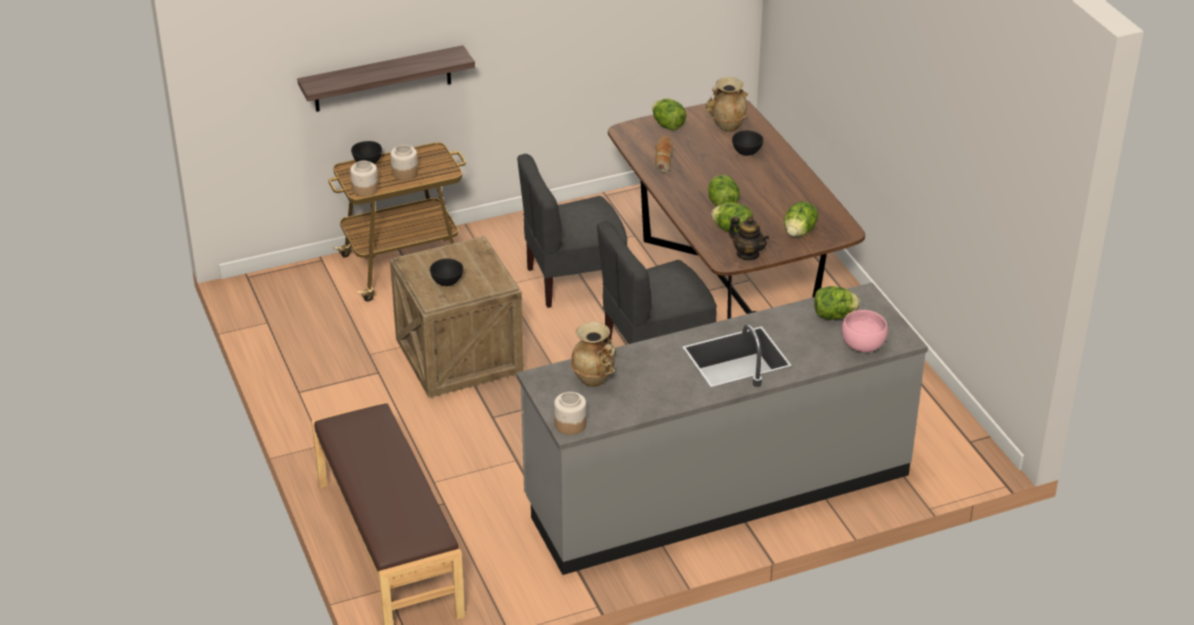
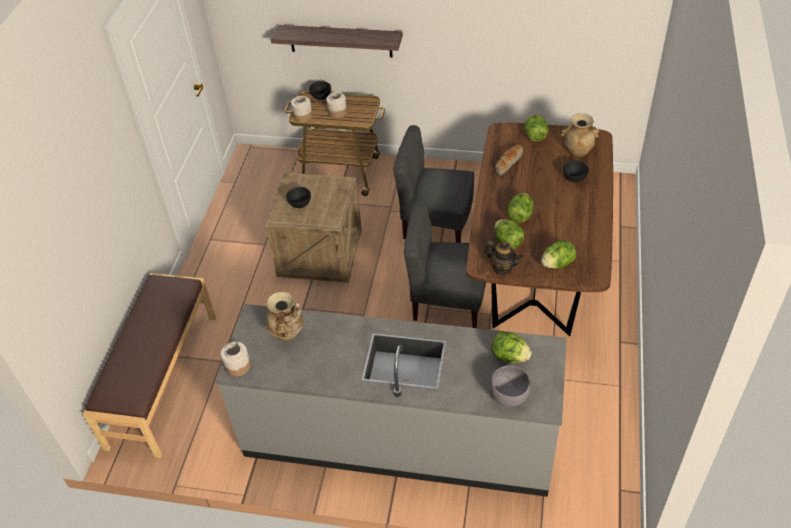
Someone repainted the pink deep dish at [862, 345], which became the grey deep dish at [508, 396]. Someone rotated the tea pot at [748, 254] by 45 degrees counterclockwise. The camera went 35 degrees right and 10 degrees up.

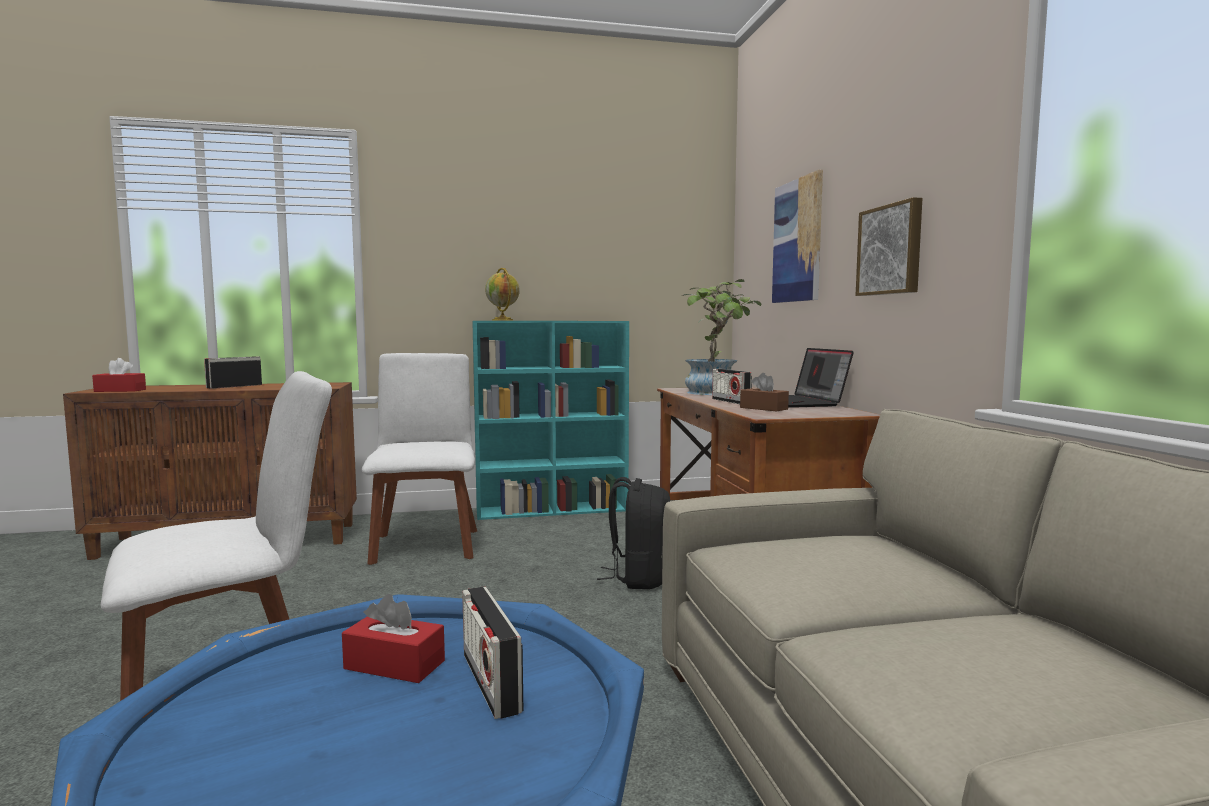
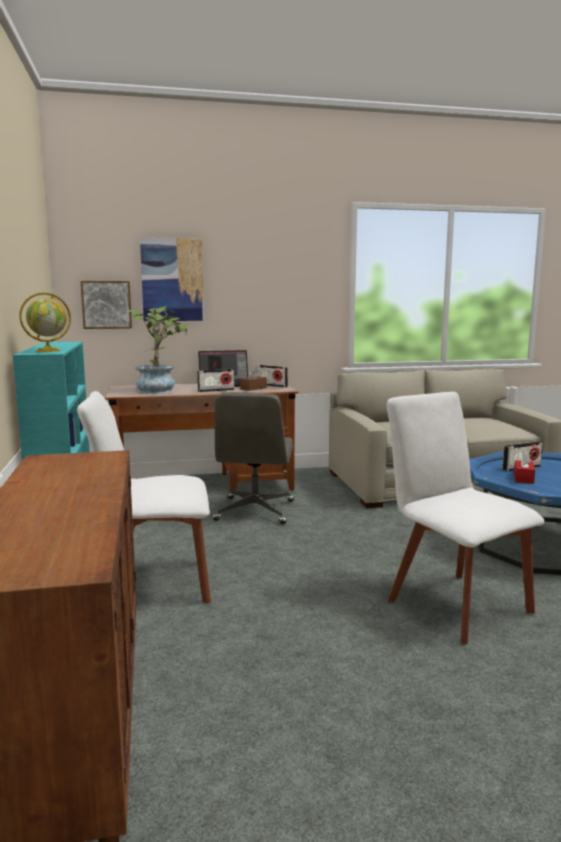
Someone took away the reddish tissue holder at [120, 390]. Someone carried the radio from [234, 386] to [272, 385]. Someone carried the picture from [891, 250] to [106, 304]. Someone swapped the black backpack at [639, 578] for the grey computer chair at [255, 511]. The camera went 90 degrees left and 5 degrees up.

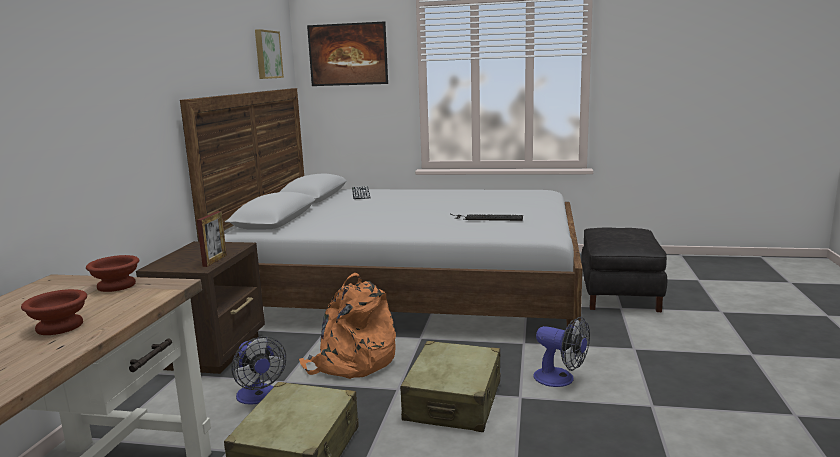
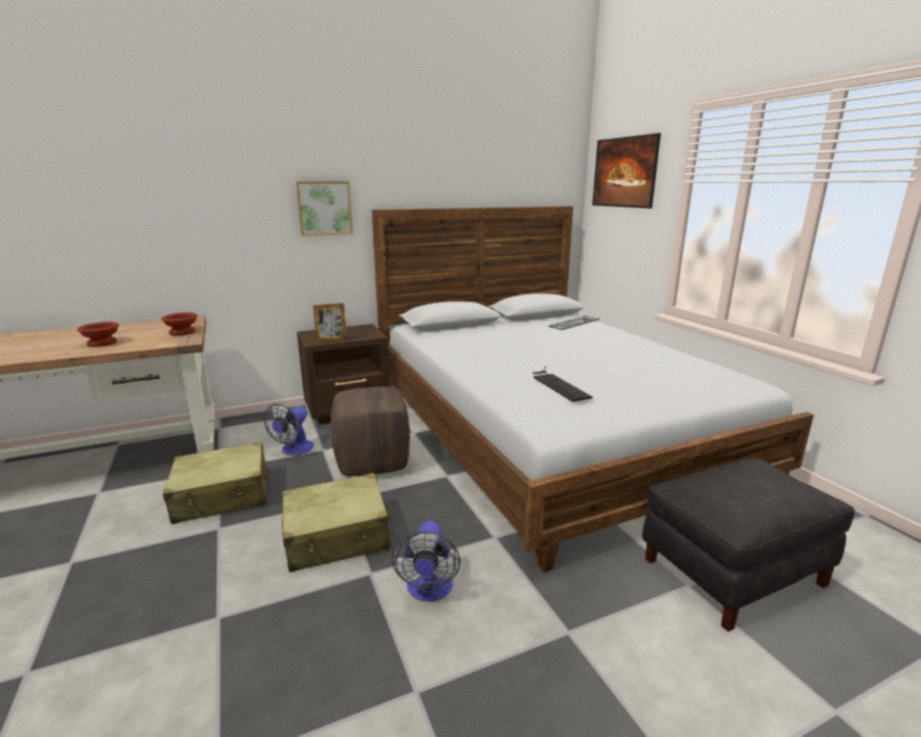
Someone carried the picture from [267, 54] to [324, 208]. Someone swapped the orange-coloured backpack at [352, 362] for the brownish footrest at [373, 463]. The camera went 55 degrees right and 5 degrees up.

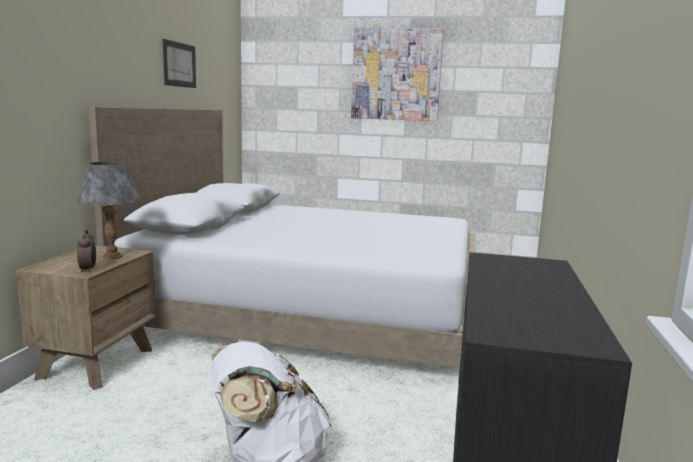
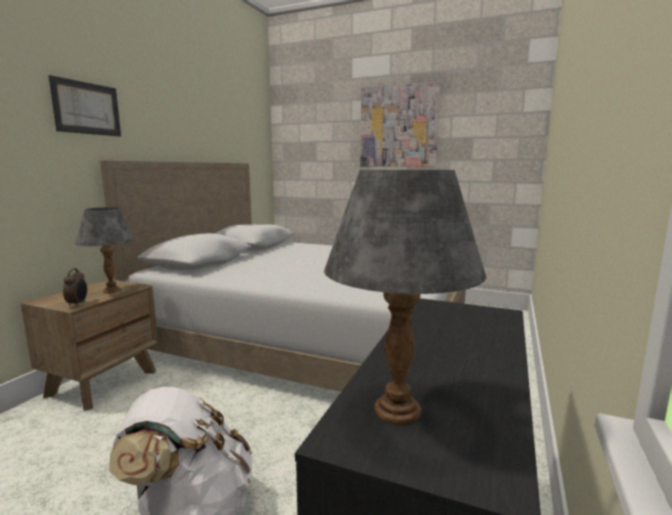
Someone put down the grey lamp for a table at [398, 409]. Someone carried the picture from [179, 64] to [87, 108]. The camera went 10 degrees right and 0 degrees up.

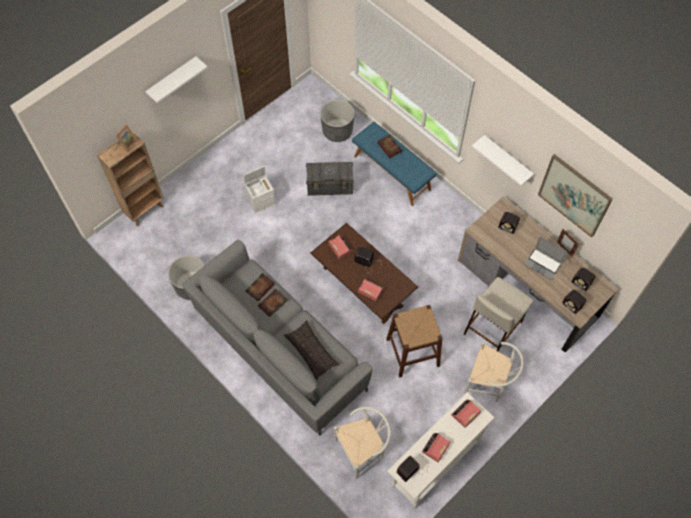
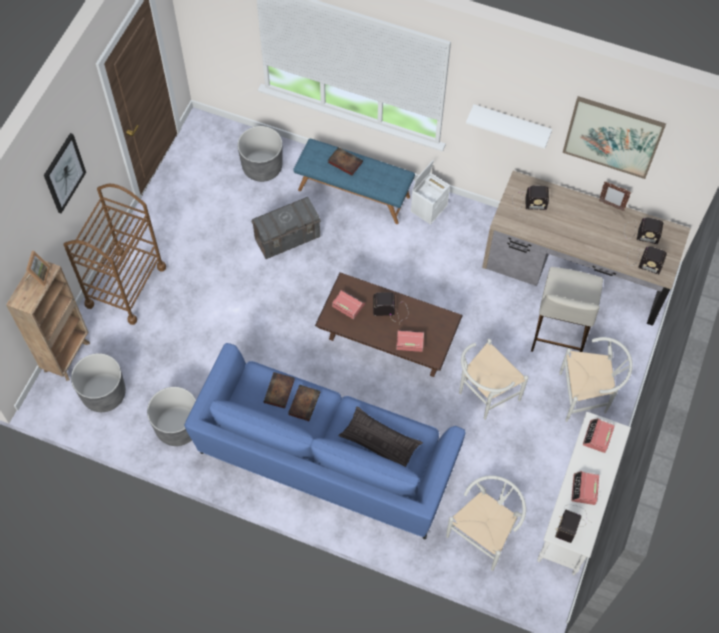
Someone took away the laptop at [543, 264]. Someone put down the brownish trolley at [126, 286]. Someone put down the grey plant pot at [104, 394]. Someone carried the white storage container from [261, 201] to [429, 207]. Someone swapped the white bracket shelf at [172, 80] for the picture at [64, 173]. Someone swapped the brownish stool at [412, 352] for the white plain chair at [483, 396]. Someone repainted the grey sofa at [279, 350], which became the blue-coloured sofa at [326, 459]. The camera went 25 degrees left and 0 degrees up.

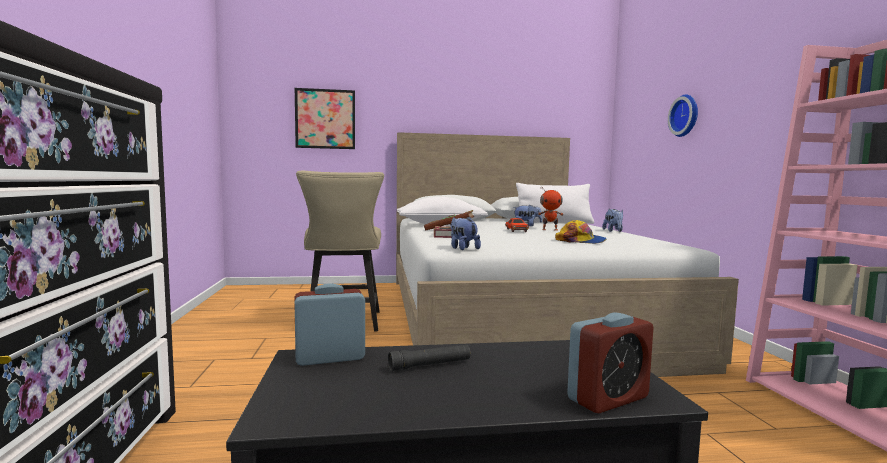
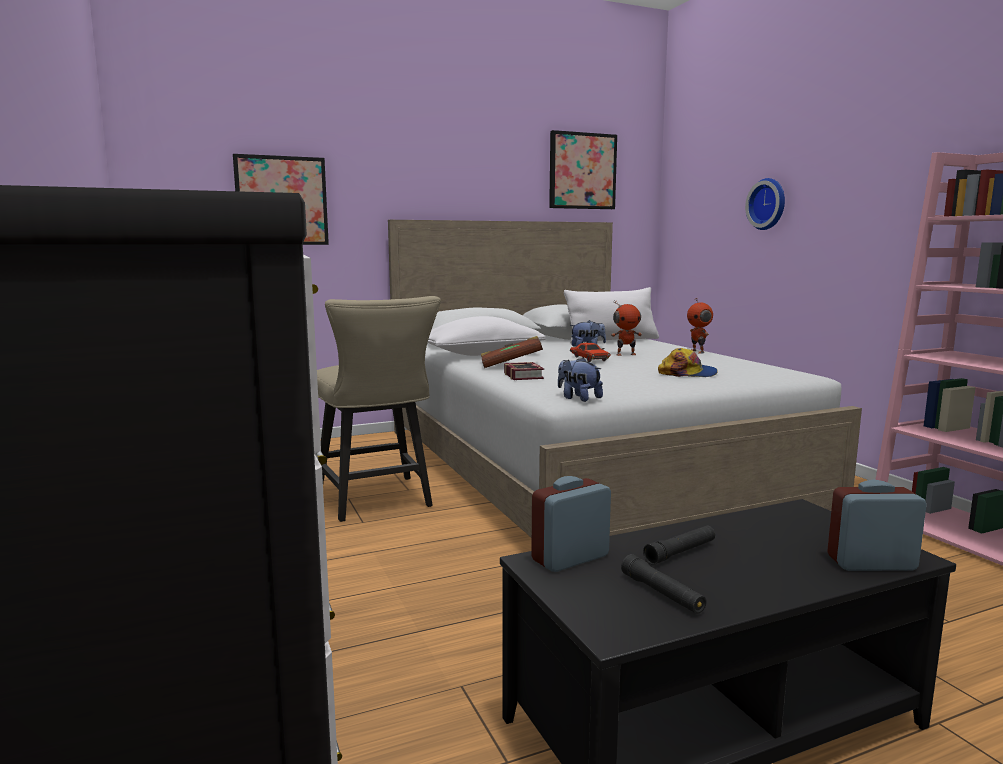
Someone put up the picture at [582, 171]. Someone put down the black torch at [662, 593]. Someone swapped the cuddly toy at [613, 231] for the model robot at [698, 351]. Someone rotated the alarm clock at [608, 398] by 135 degrees counterclockwise. The camera went 15 degrees left and 5 degrees up.

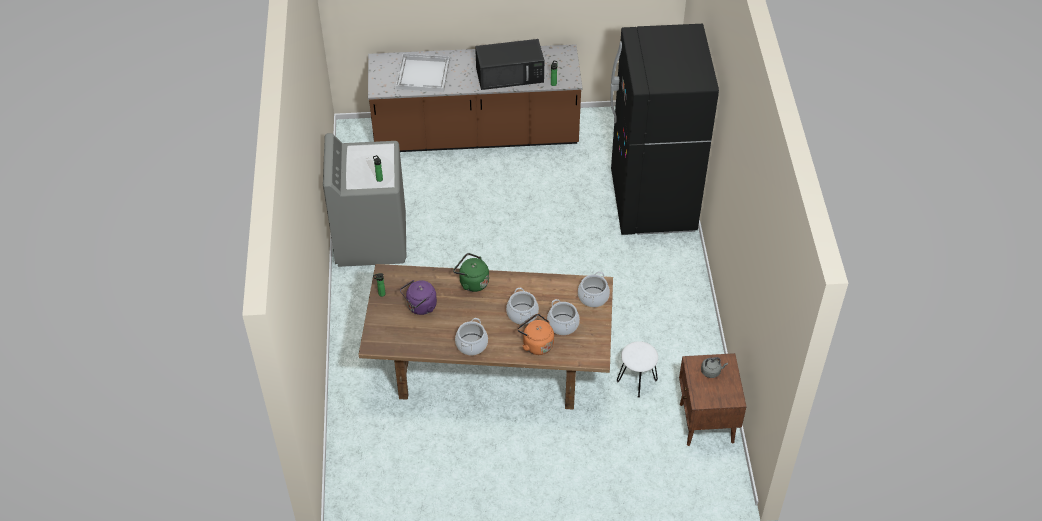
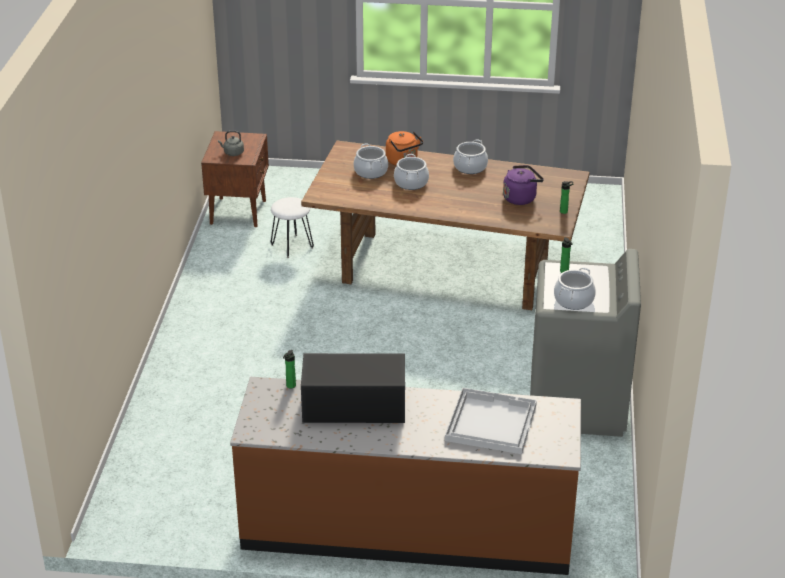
Someone took away the green tea kettle at [472, 282]. Someone took away the black fridge at [653, 202]. Someone carried the saucepot from [593, 297] to [574, 300]. The camera went 170 degrees left and 15 degrees down.

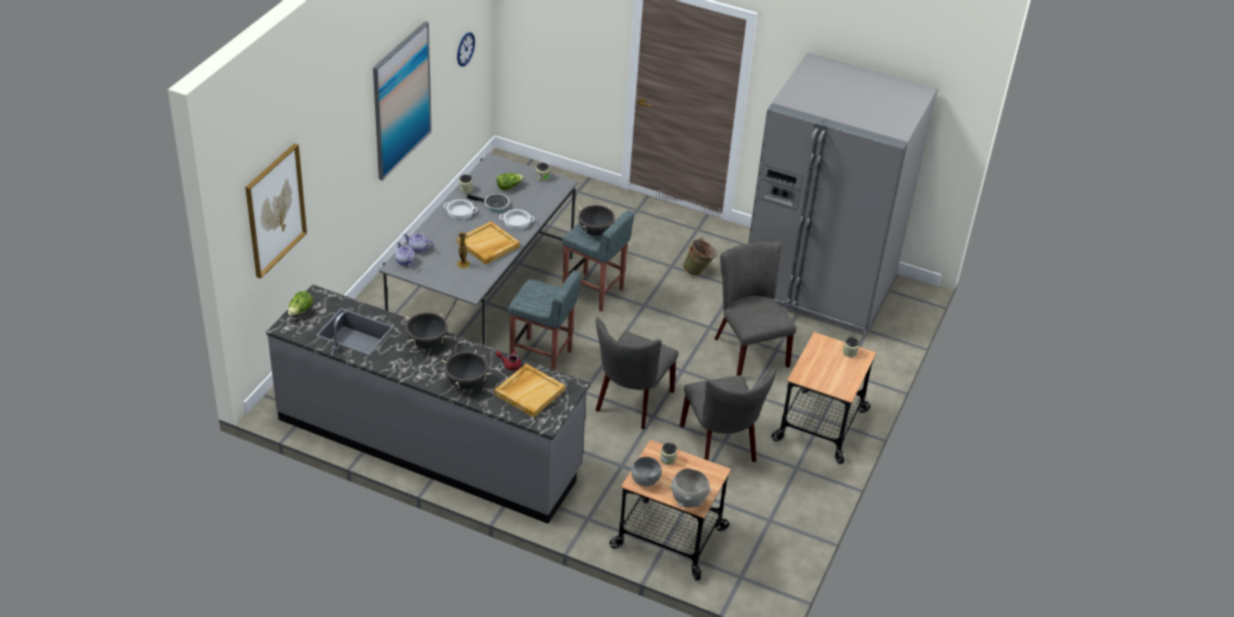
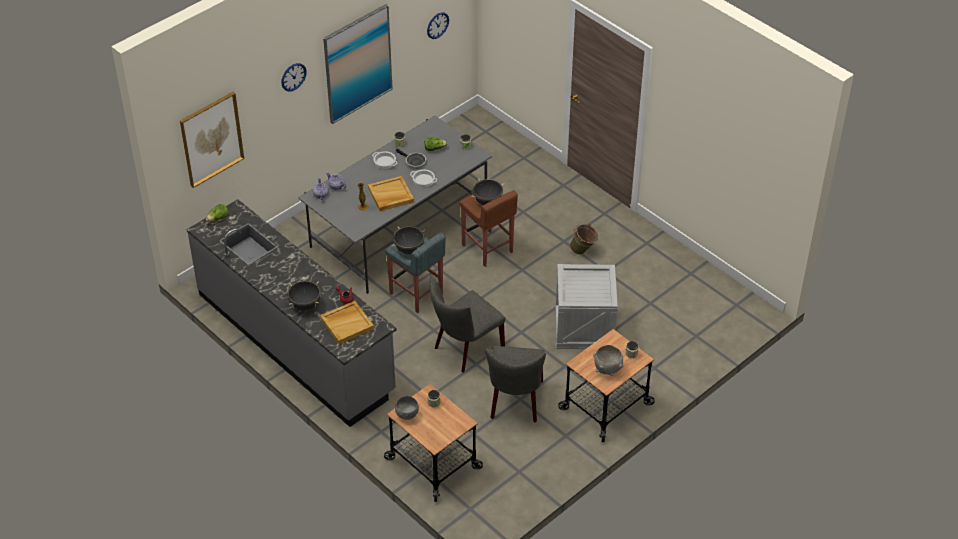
Someone took away the grey fridge at [819, 286]. Someone put up the wall clock at [293, 77]. Someone carried the black saucepot from [427, 343] to [409, 249]. Someone carried the grey deep dish from [688, 500] to [607, 369]. Someone swapped the grey plain chair at [747, 349] for the packing crate at [585, 327]. Someone repainted the grey stool at [593, 292], which became the brownish stool at [487, 249]. The camera went 25 degrees right and 5 degrees up.

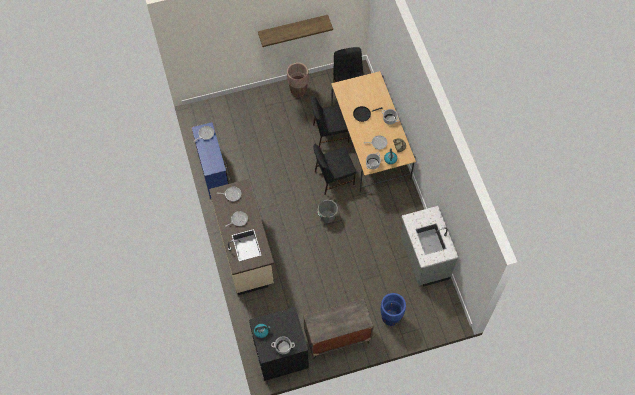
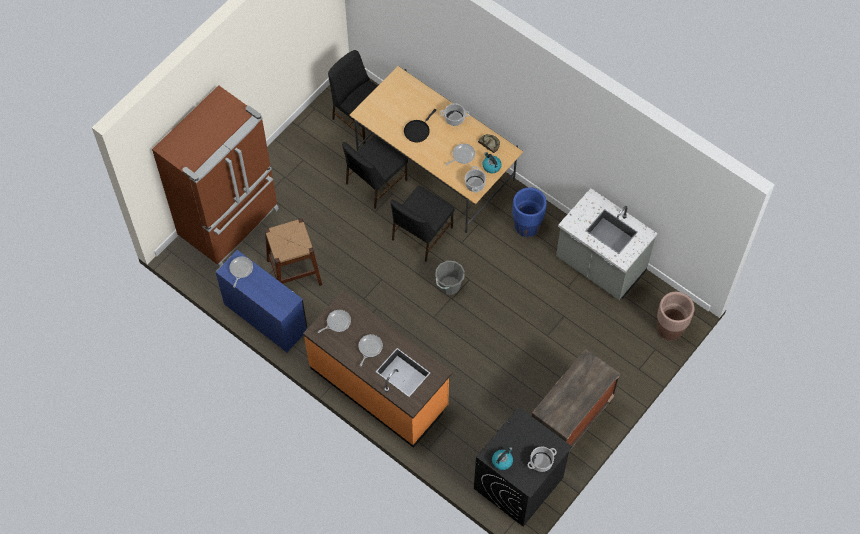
Someone took away the bracket shelf at [293, 27]. Someone put down the brownish fridge at [230, 223]. Someone put down the brownish stool at [294, 272]. Someone carried the brownish plant pot from [298, 91] to [669, 330]. Someone carried the blue-coloured plant pot from [391, 318] to [527, 227]. Someone repainted the beige-coloured kitchen counter at [245, 249], which became the orange-coloured kitchen counter at [379, 387]. The camera went 35 degrees left and 0 degrees up.

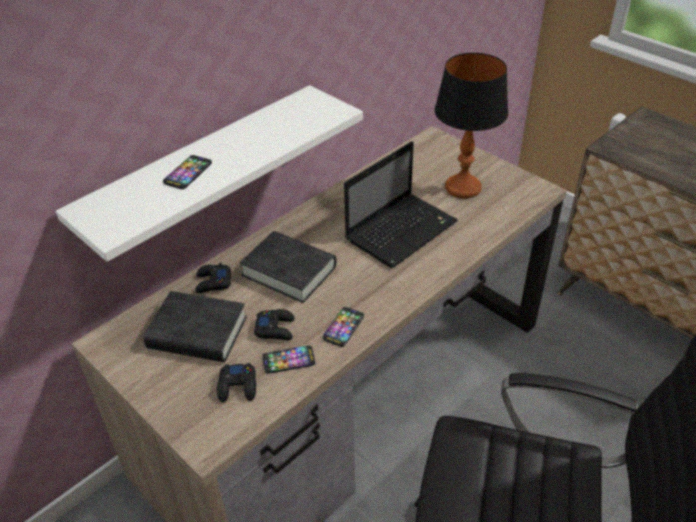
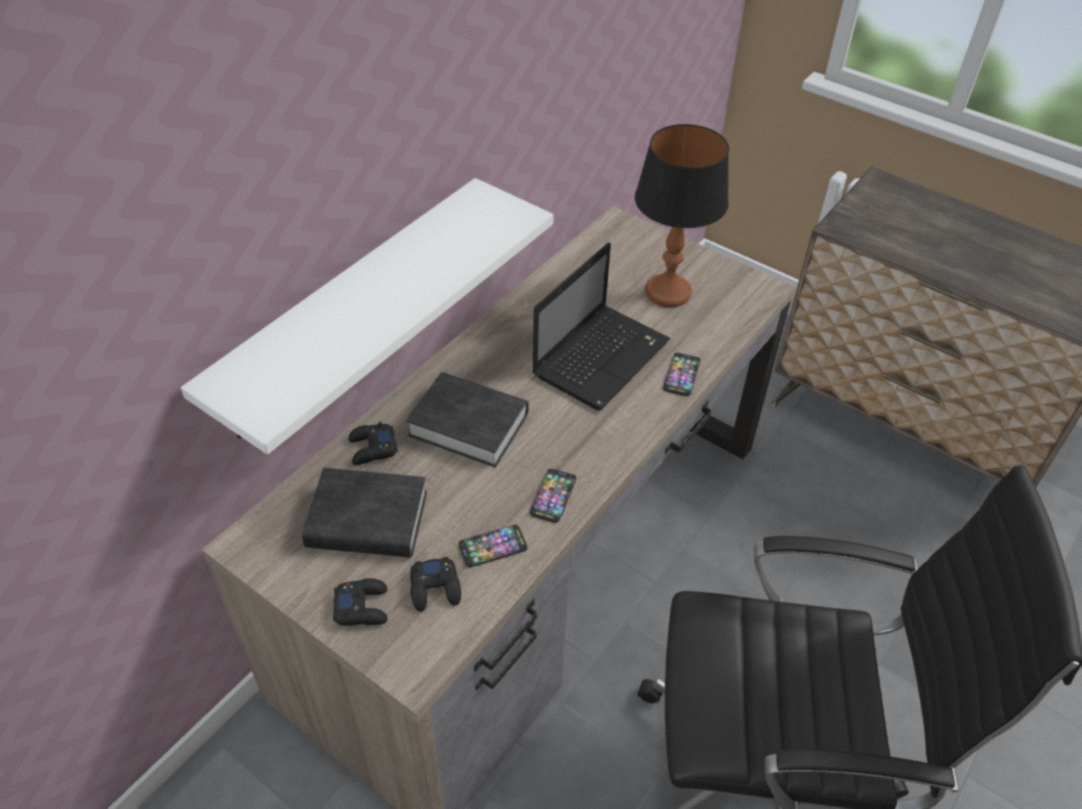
Someone carried the handset from [188, 173] to [681, 375]. Someone carried the black game controller from [275, 328] to [362, 607]. The camera went 10 degrees left and 5 degrees up.

